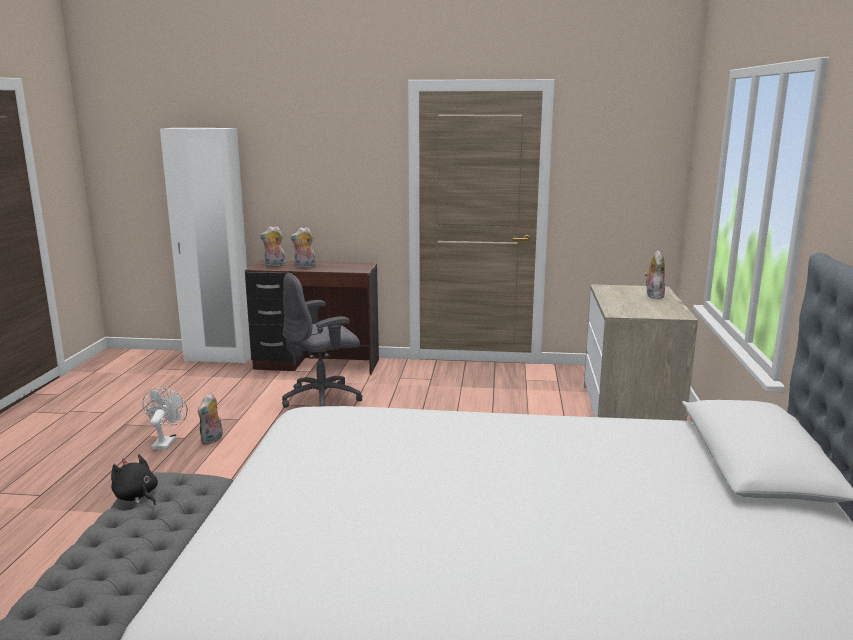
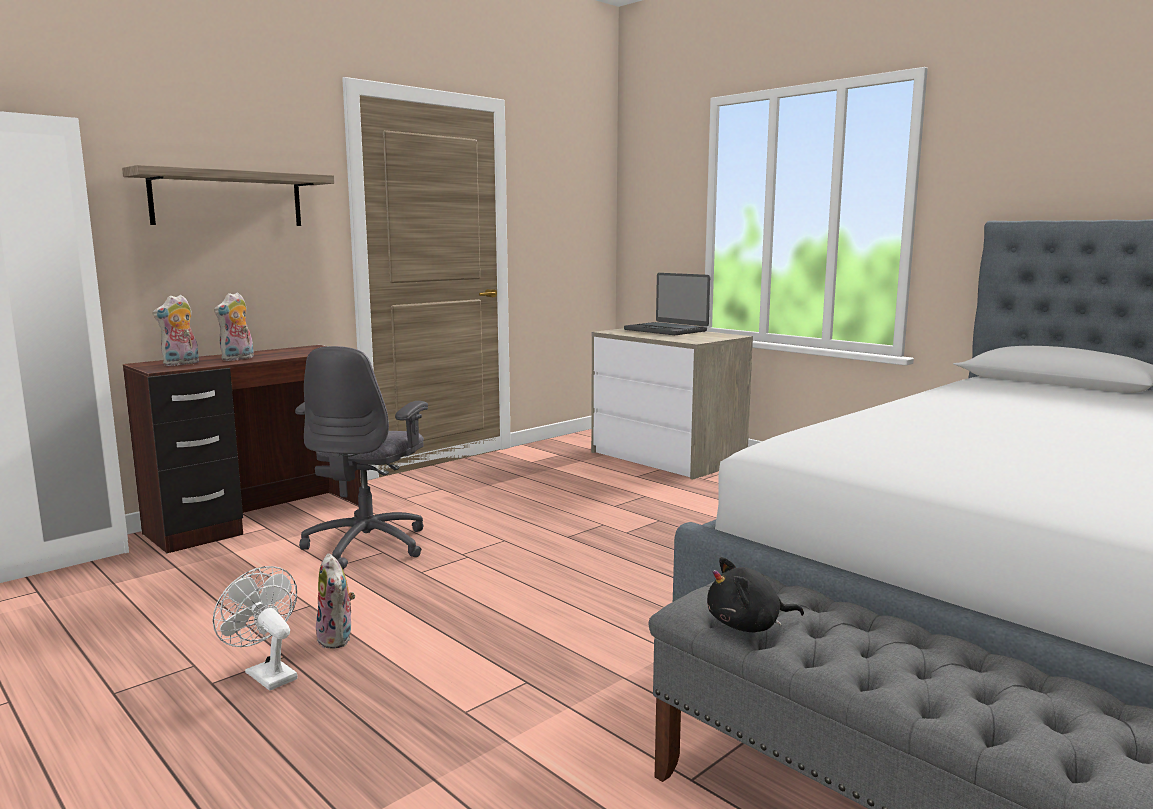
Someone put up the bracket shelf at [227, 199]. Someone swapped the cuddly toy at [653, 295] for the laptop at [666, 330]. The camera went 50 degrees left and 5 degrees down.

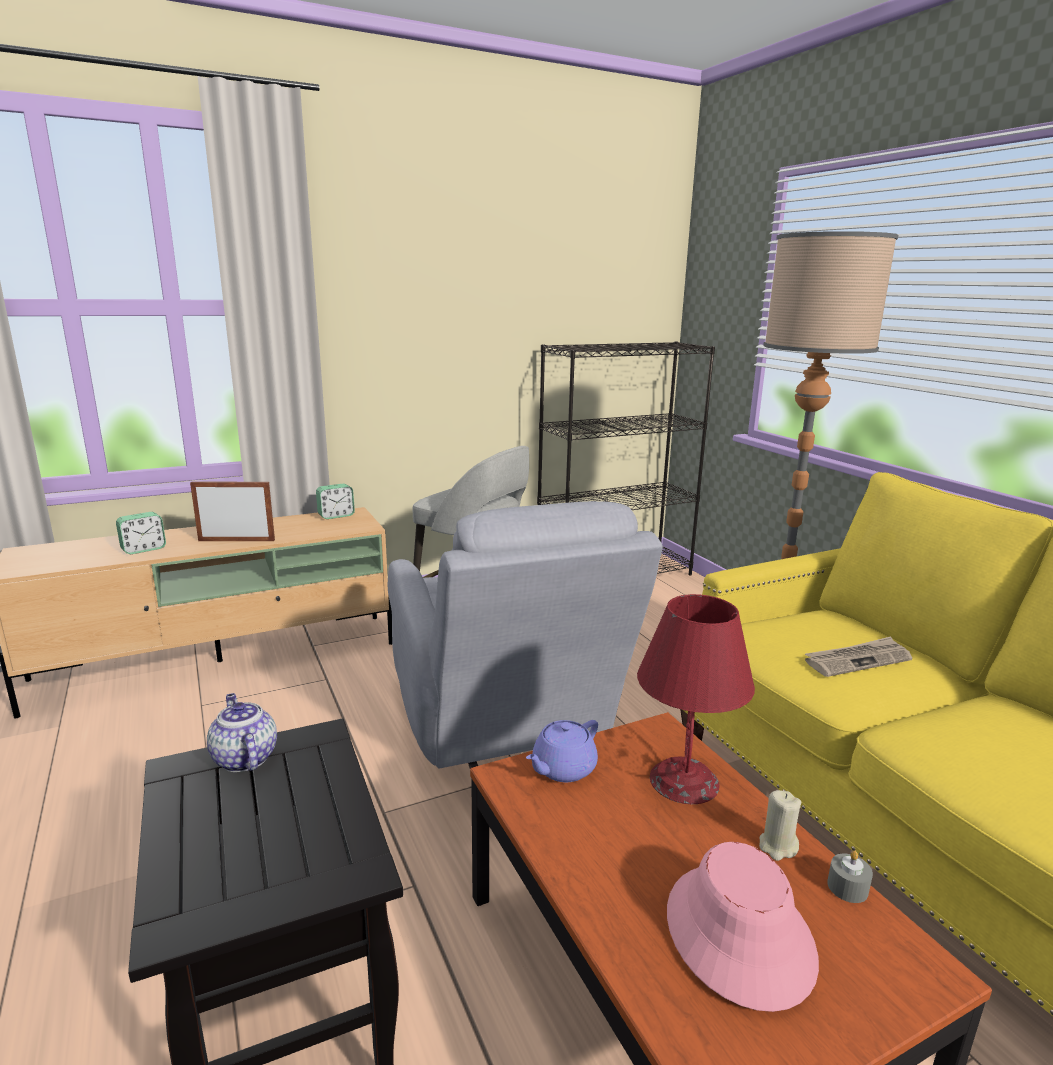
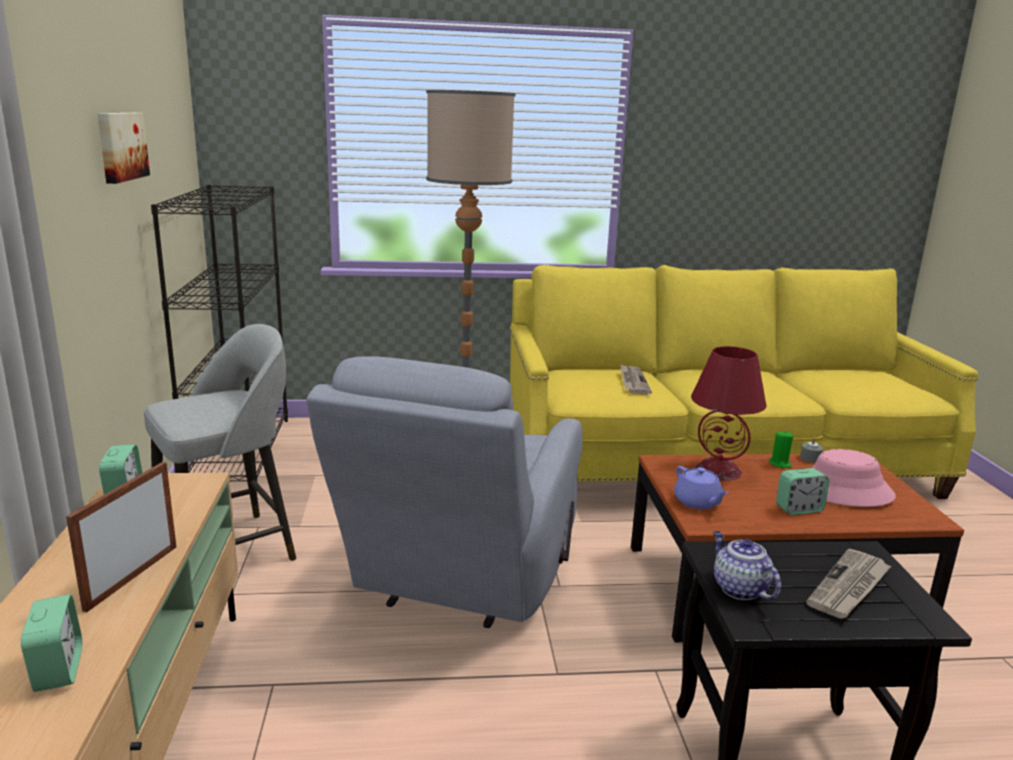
Someone put up the picture at [120, 146]. Someone put down the alarm clock at [799, 509]. Someone put down the printed paper at [849, 587]. Someone repainted the beige-coloured candle at [777, 846], which became the green candle at [780, 464]. Someone rotated the tea pot at [244, 758] by 75 degrees clockwise. Someone rotated the grey easy chair at [505, 723] by 105 degrees clockwise. The camera went 70 degrees left and 0 degrees up.

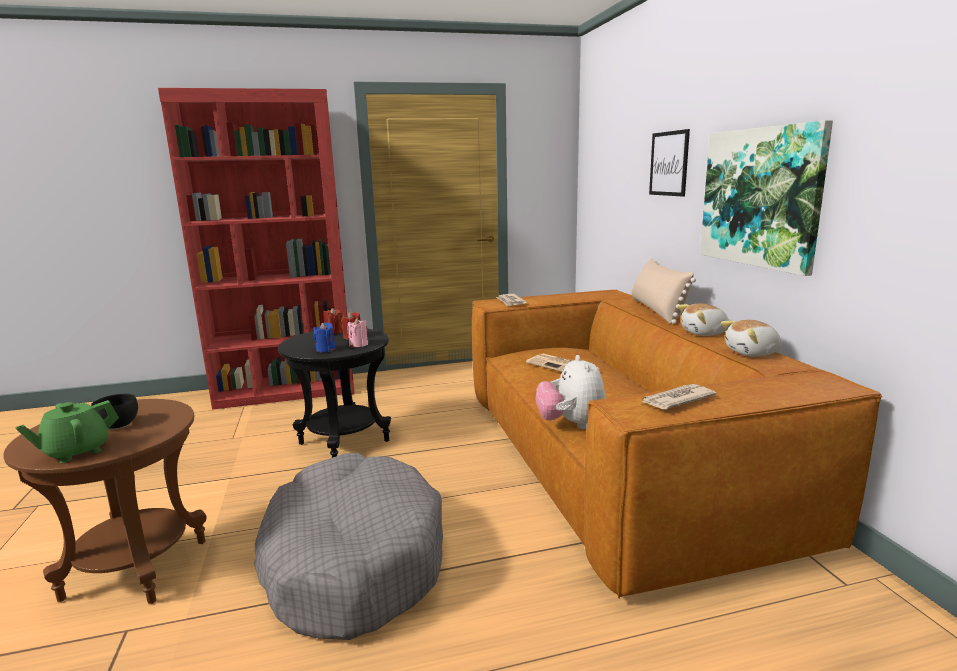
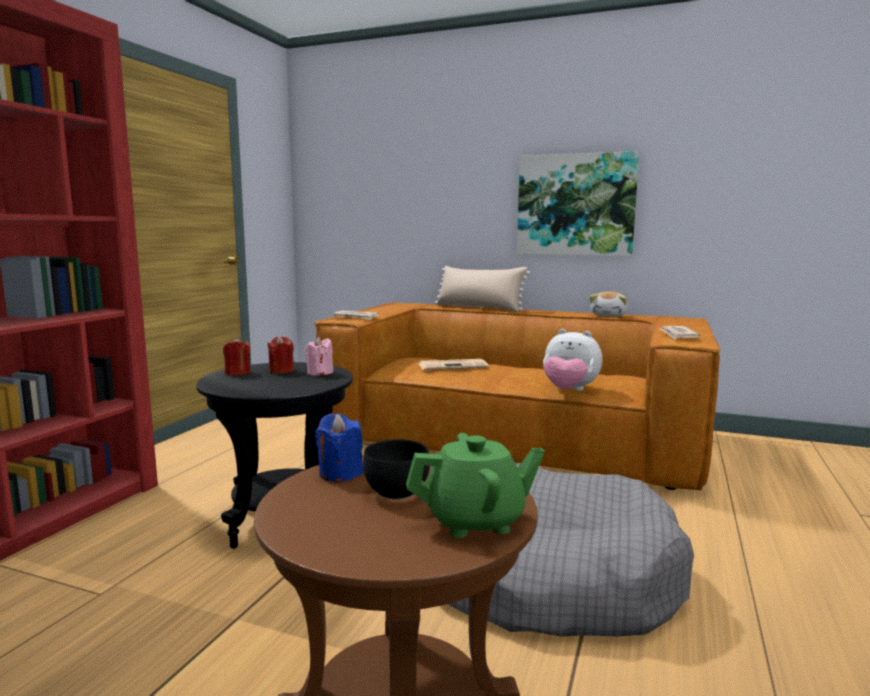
Someone took away the picture at [669, 163]. Someone took away the cuddly toy at [704, 333]. Someone carried the blue-coloured candle from [326, 349] to [340, 473]. Someone rotated the green tea pot at [76, 451] by 90 degrees counterclockwise. The camera went 55 degrees left and 5 degrees down.

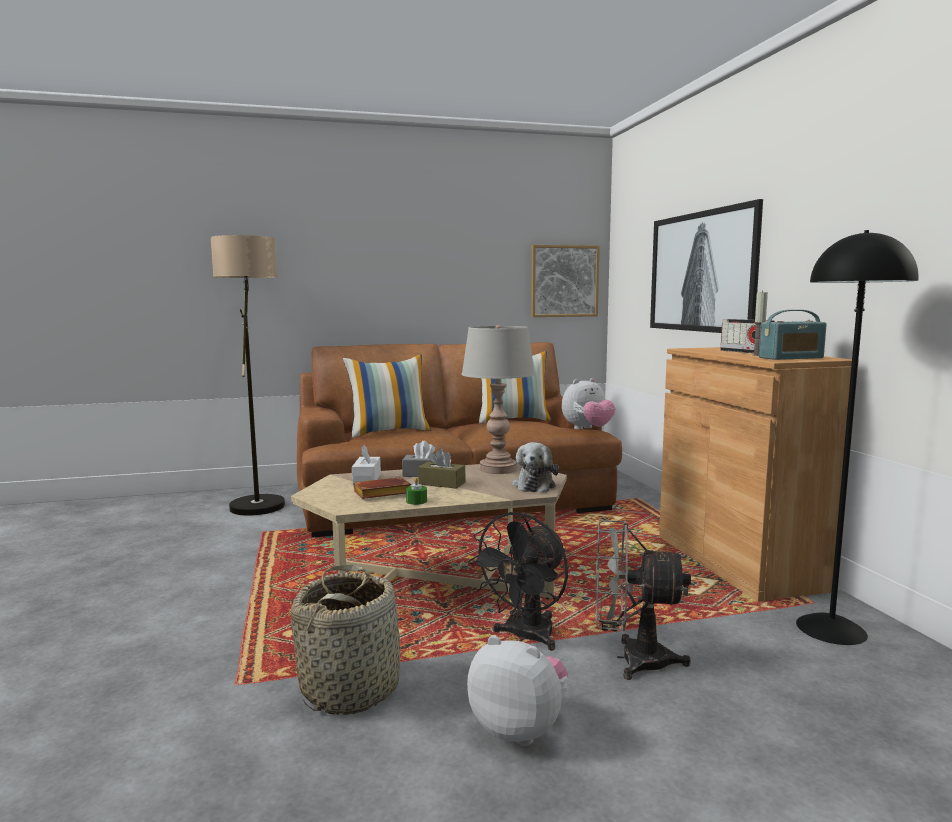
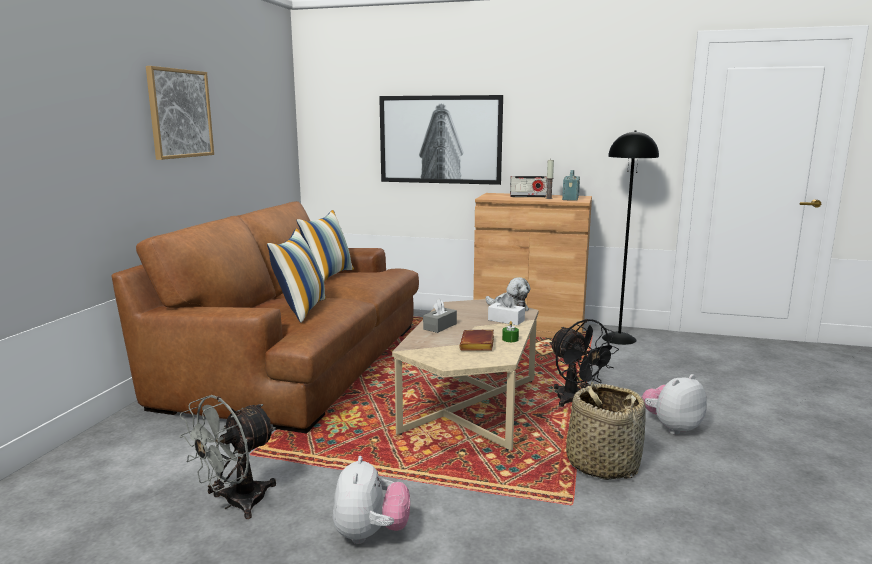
Someone took away the standing lamp at [259, 500]. Someone took away the brownish tissue holder at [442, 483]. Someone took away the grey lamp for a table at [498, 469]. Someone carried the white tissue holder from [366, 478] to [506, 320]. Someone carried the picture from [564, 281] to [180, 113]. Someone carried the cuddly toy from [587, 429] to [371, 534]. Someone carried the grey cooling fan from [631, 659] to [236, 504]. The camera went 60 degrees left and 5 degrees up.

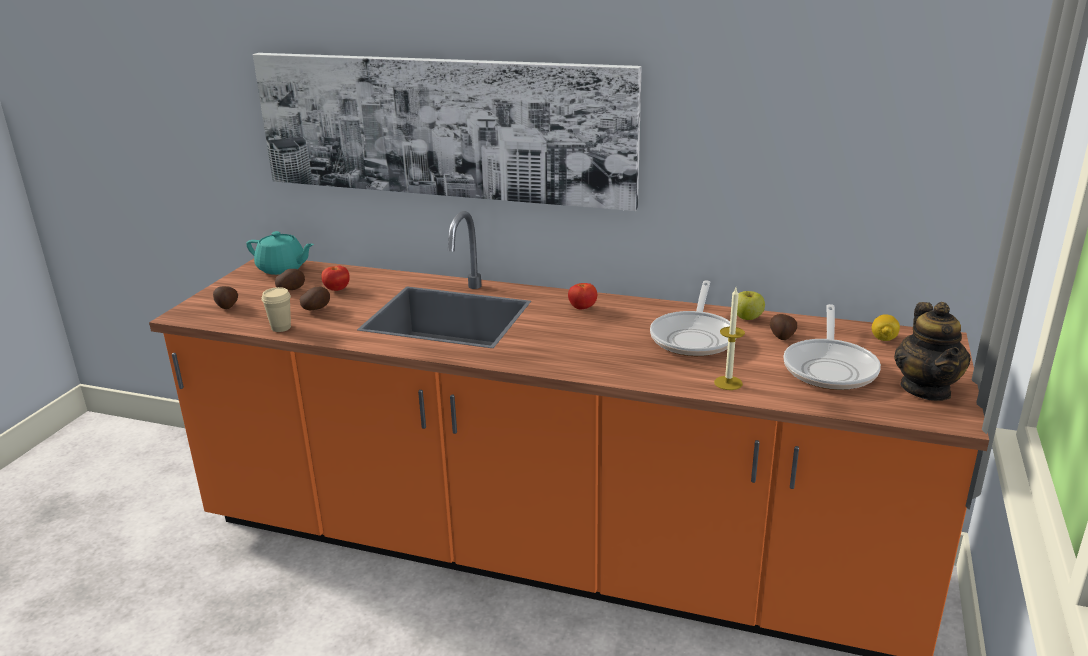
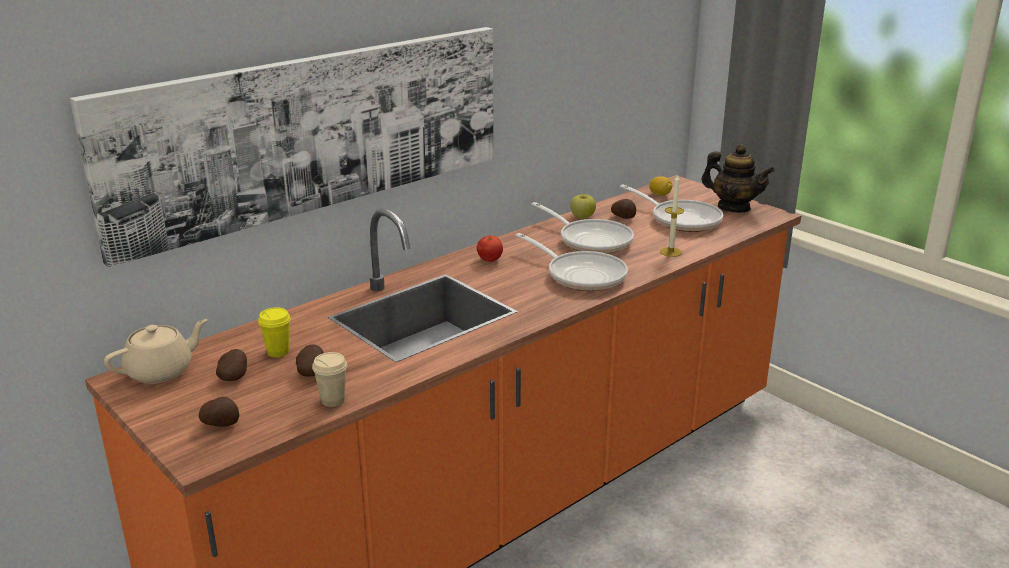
Someone put down the skillet at [581, 275]. Someone swapped the fresh tomato at [337, 289] for the yellow-coloured cup at [278, 352]. Someone repainted the blue-green tea pot at [282, 269], which became the beige-coloured tea pot at [161, 371]. The camera went 60 degrees left and 0 degrees up.

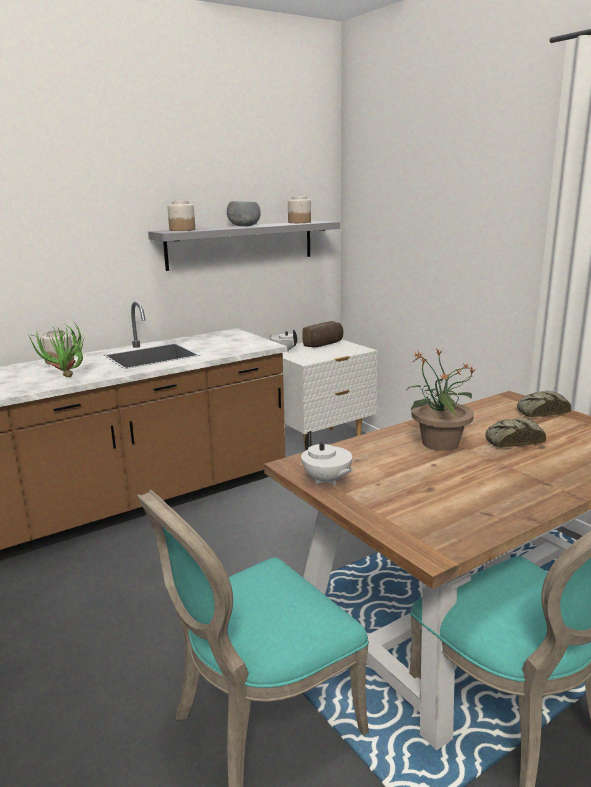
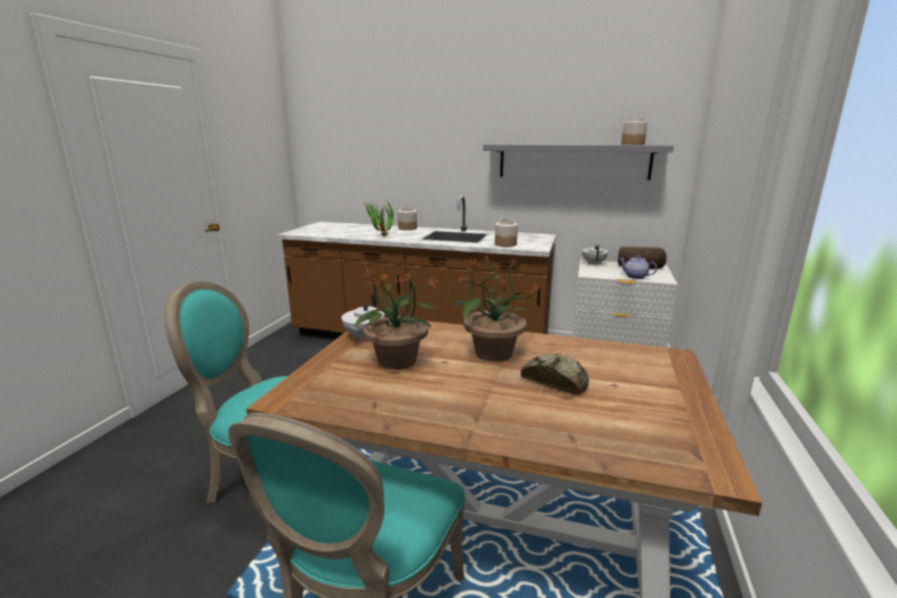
Someone took away the grey deep dish at [245, 226]. Someone took away the baked bread at [540, 411]. Someone put down the houseplant at [398, 361]. Someone put down the tea pot at [635, 276]. Someone carried the storage jar from [182, 230] to [505, 244]. The camera went 50 degrees right and 0 degrees up.

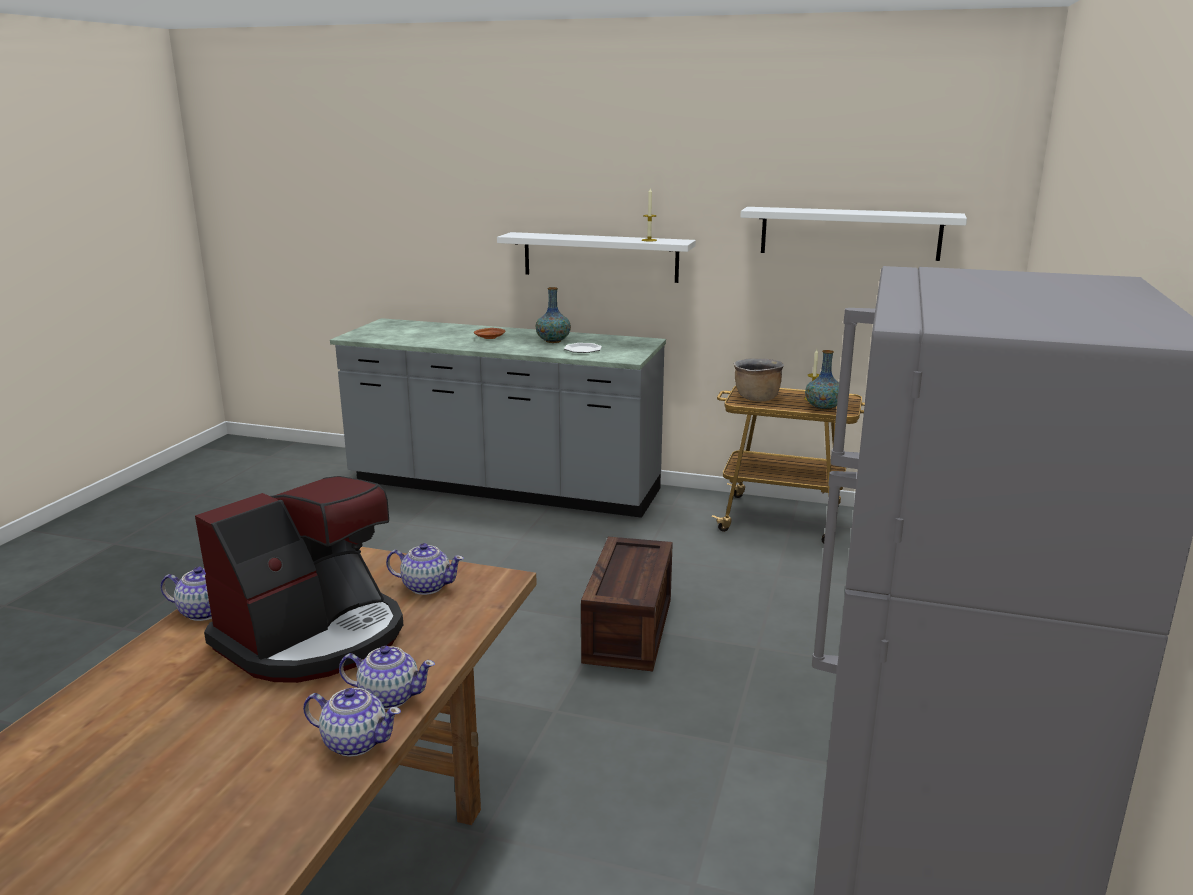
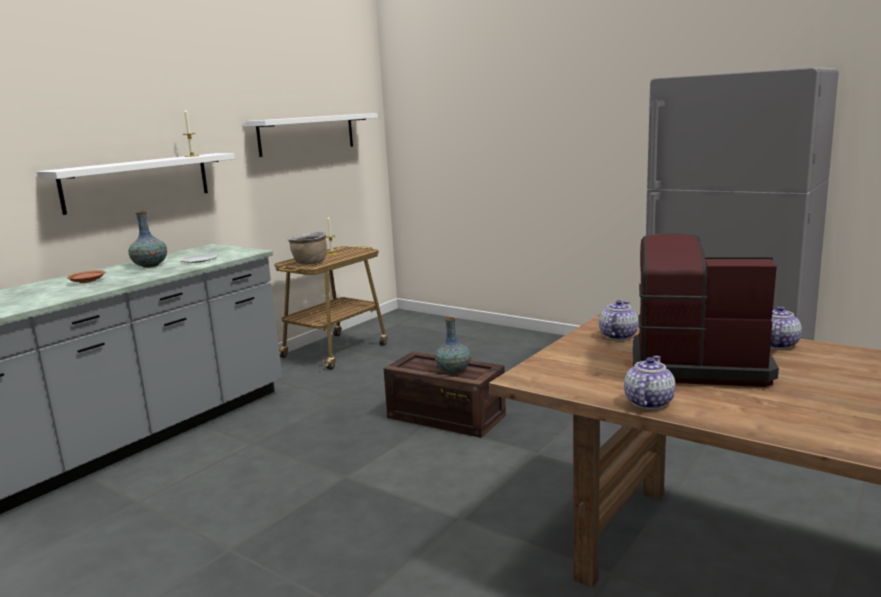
Someone took away the tea pot at [354, 742]. Someone carried the vase from [823, 408] to [453, 371]. Someone rotated the coffee maker at [314, 637] by 45 degrees counterclockwise. The camera went 70 degrees left and 5 degrees down.

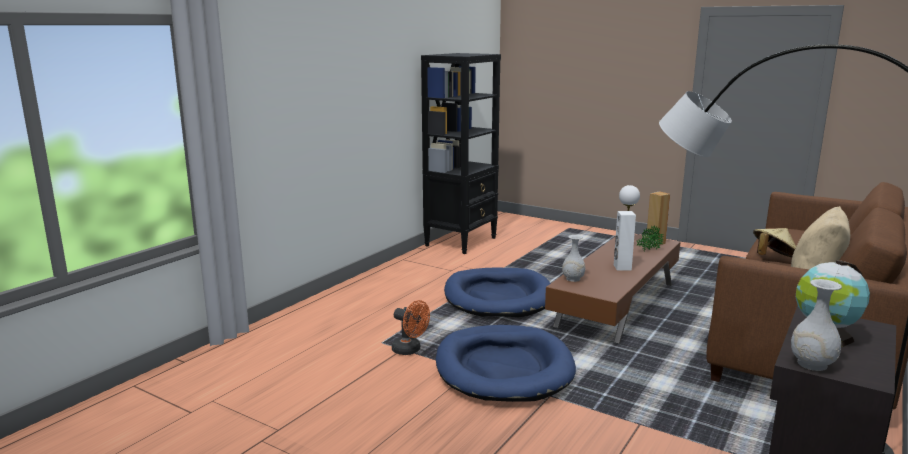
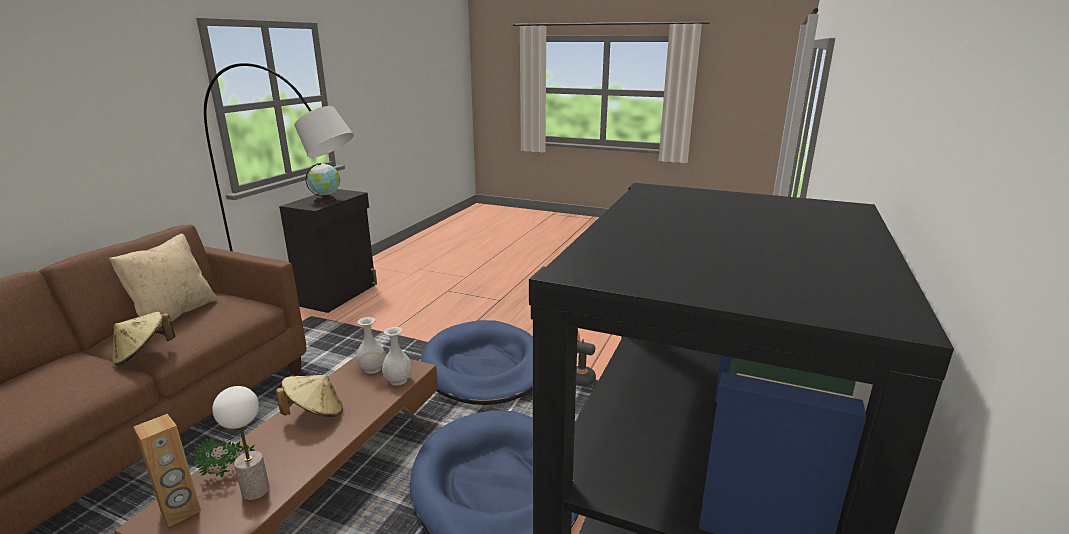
Someone carried the white vase from [811, 364] to [372, 369]. Someone swapped the white speaker at [622, 267] for the beige-coloured clothing hat at [315, 413]. The camera went 170 degrees right and 5 degrees up.

